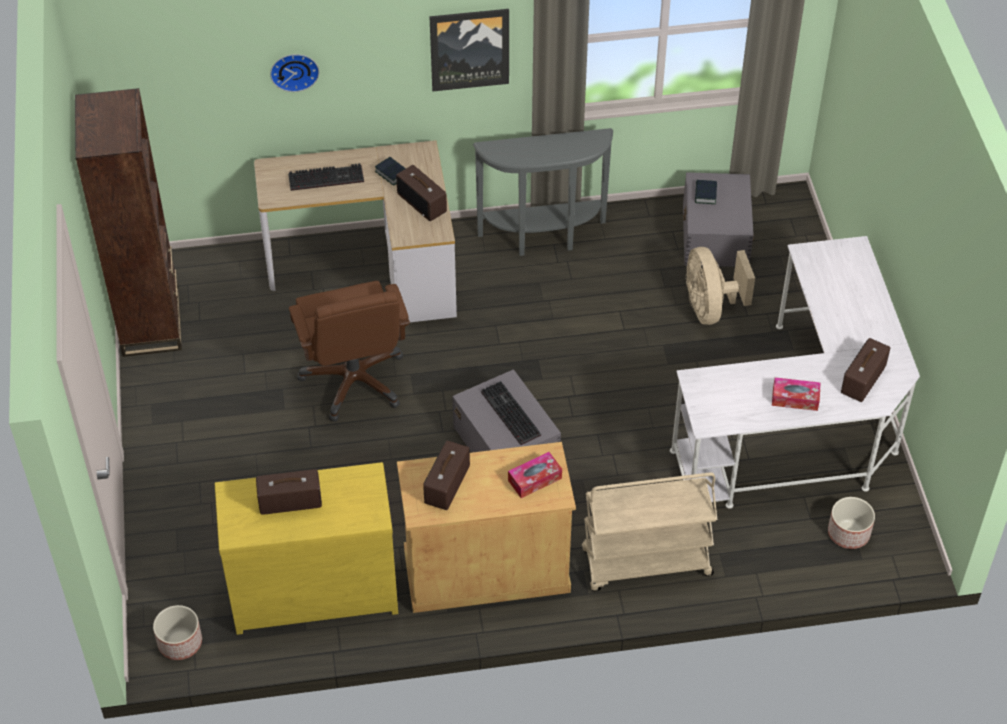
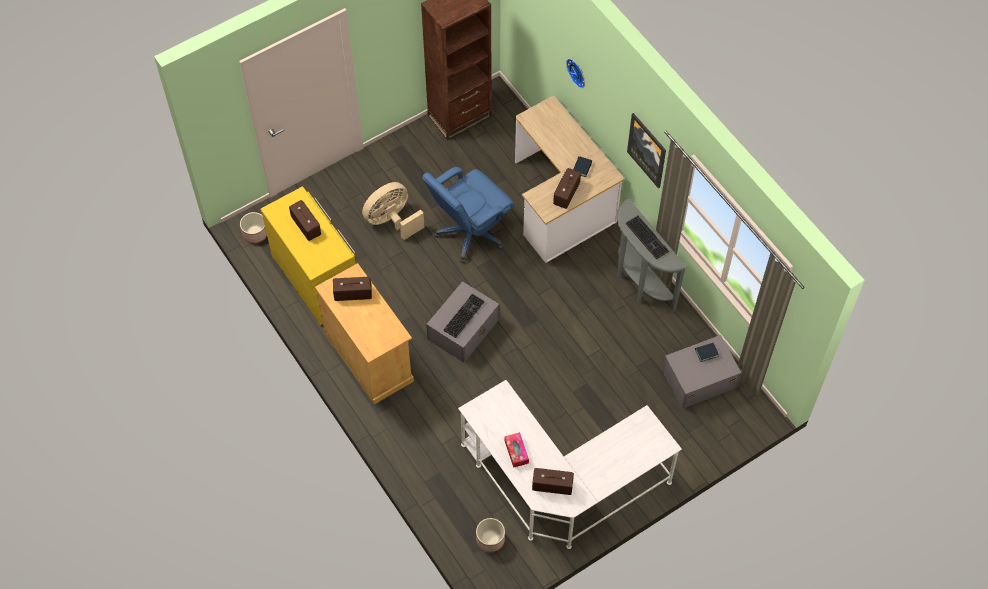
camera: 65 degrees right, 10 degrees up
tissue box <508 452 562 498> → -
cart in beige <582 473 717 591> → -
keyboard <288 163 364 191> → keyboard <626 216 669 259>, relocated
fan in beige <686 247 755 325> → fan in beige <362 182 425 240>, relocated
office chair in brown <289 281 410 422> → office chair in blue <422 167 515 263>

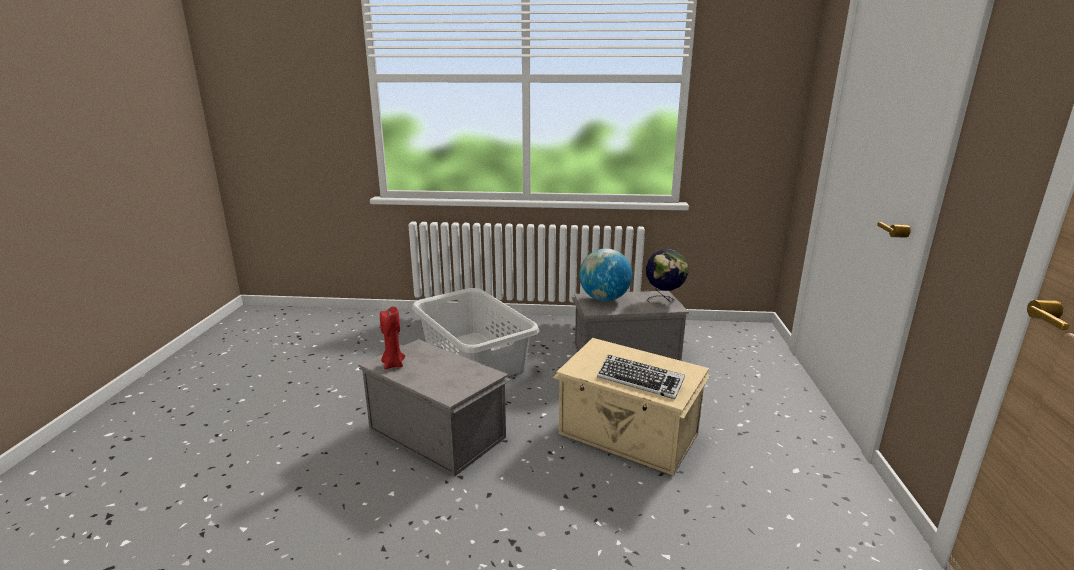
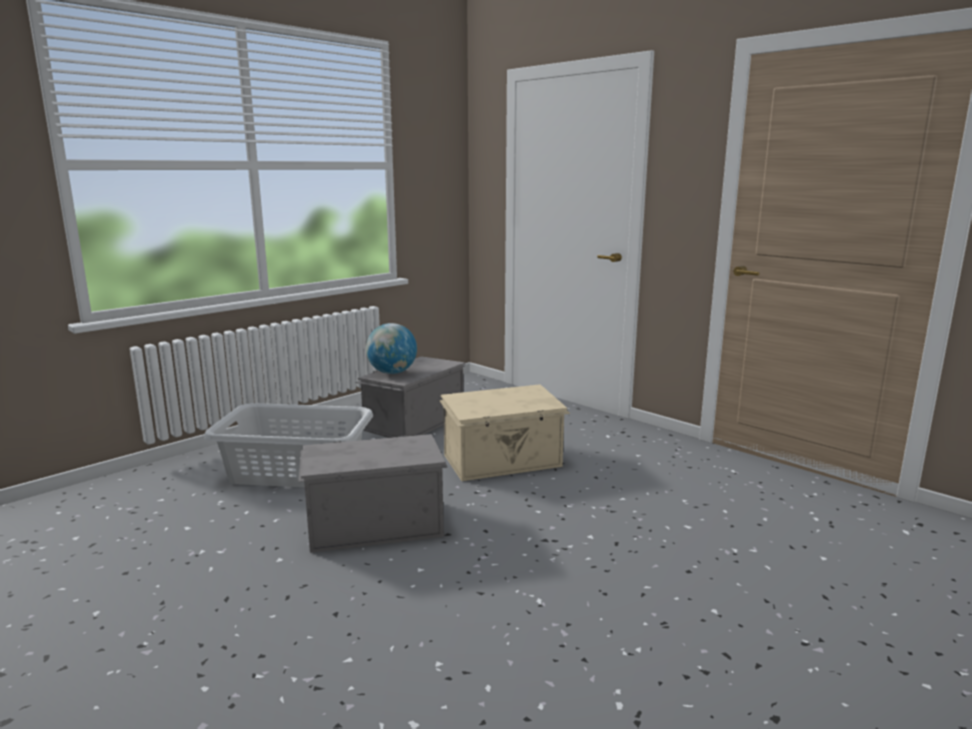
camera: 50 degrees left, 5 degrees down
candle in red <380 306 405 369> → -
keyboard <597 355 685 399> → -
globe <646 249 688 303> → -

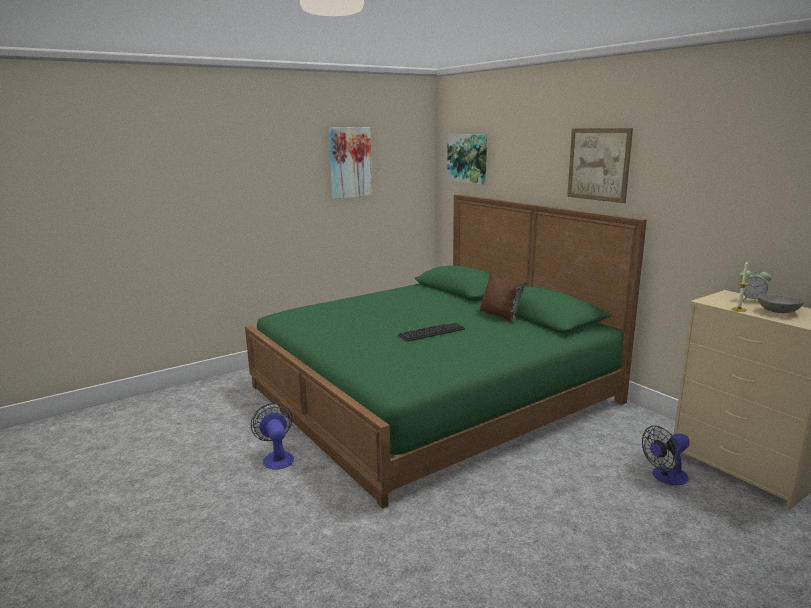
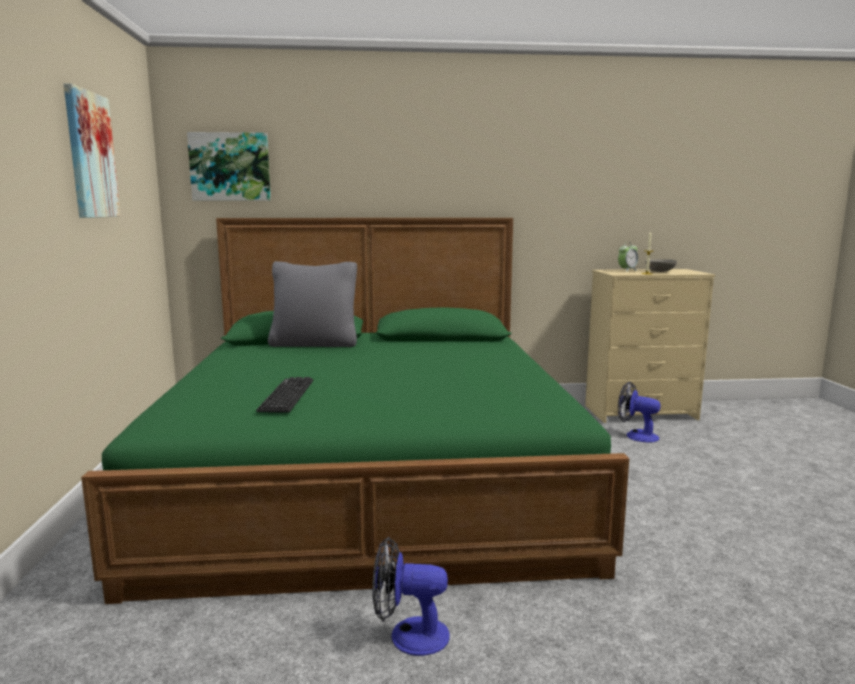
camera: 60 degrees left, 5 degrees down
pillow in brown <480 273 527 322> → -
picture <567 128 633 203> → -
- → pillow in grey <268 261 357 347>
keyboard <398 323 465 342> → keyboard <256 377 313 412>, relocated
fan <642 426 690 485> → fan <618 382 661 443>, 120 degrees clockwise

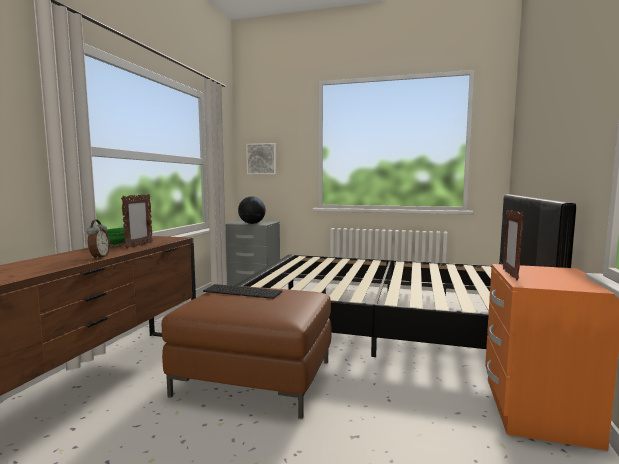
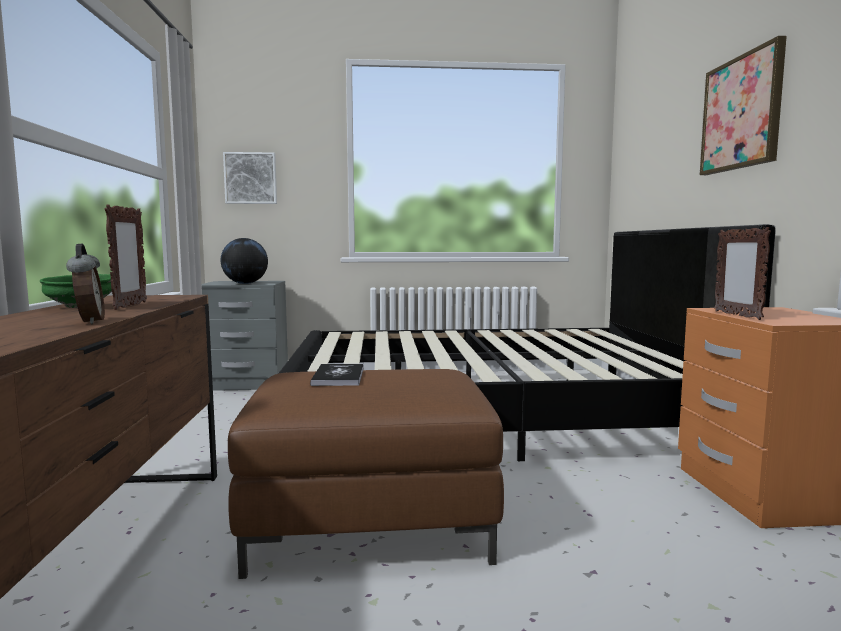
camera: 20 degrees left, 0 degrees up
- → picture <700 36 787 175>
keyboard <203 284 283 299> → book <310 364 364 386>

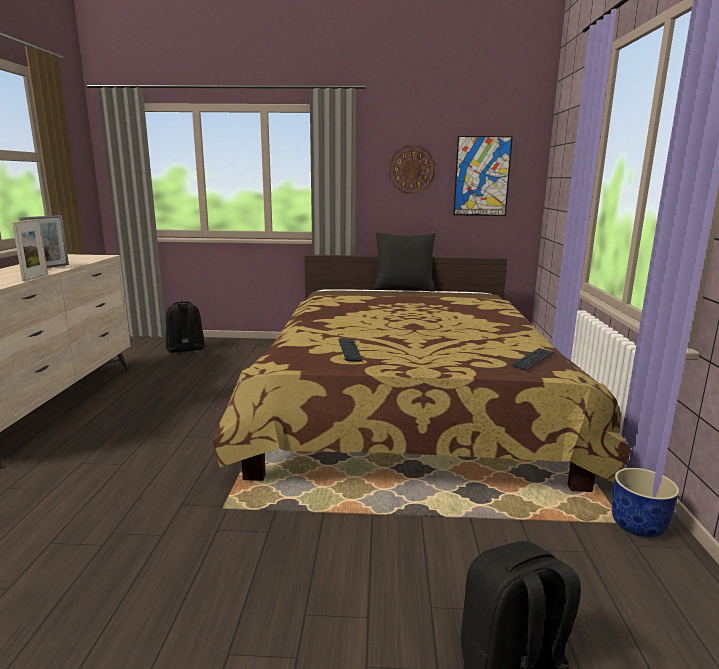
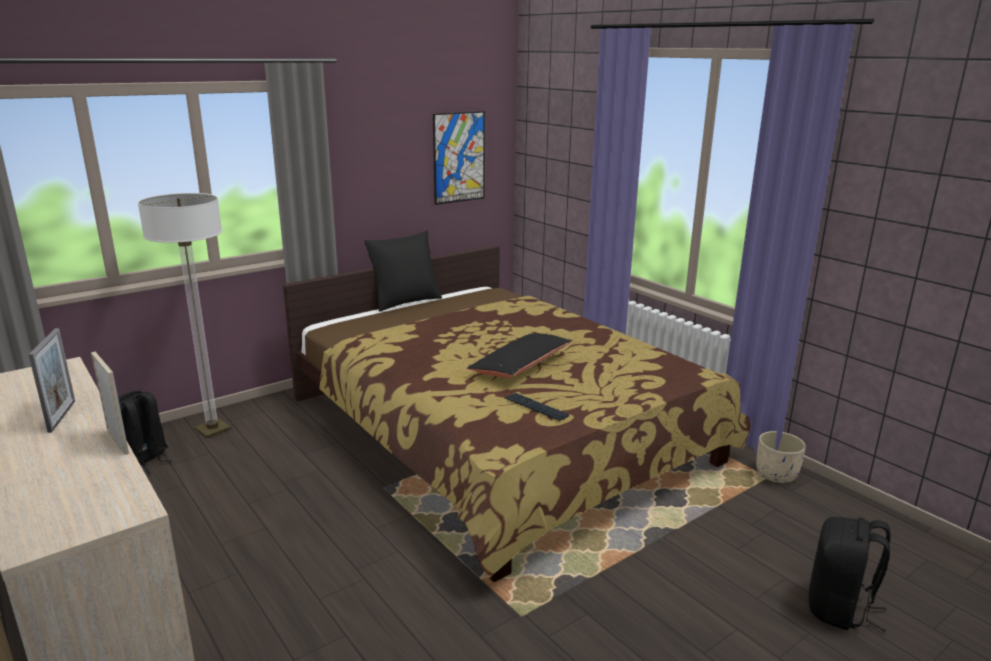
camera: 40 degrees left, 5 degrees up
wall clock <389 145 436 194> → -
keyboard <512 348 555 371> → -
- → floor lamp <138 193 231 438>
- → pillow in black <467 333 572 378>
planter in blue <612 468 679 538> → planter in beige <756 431 806 483>

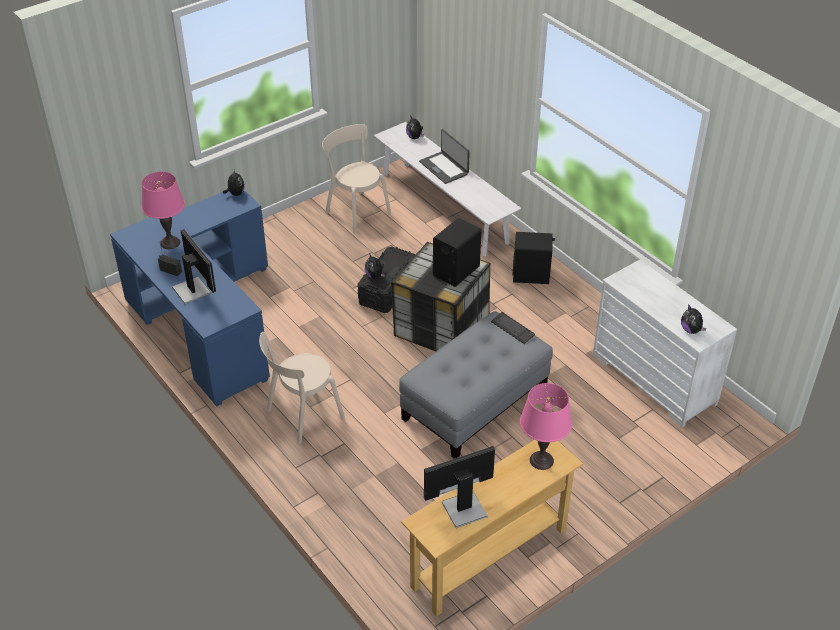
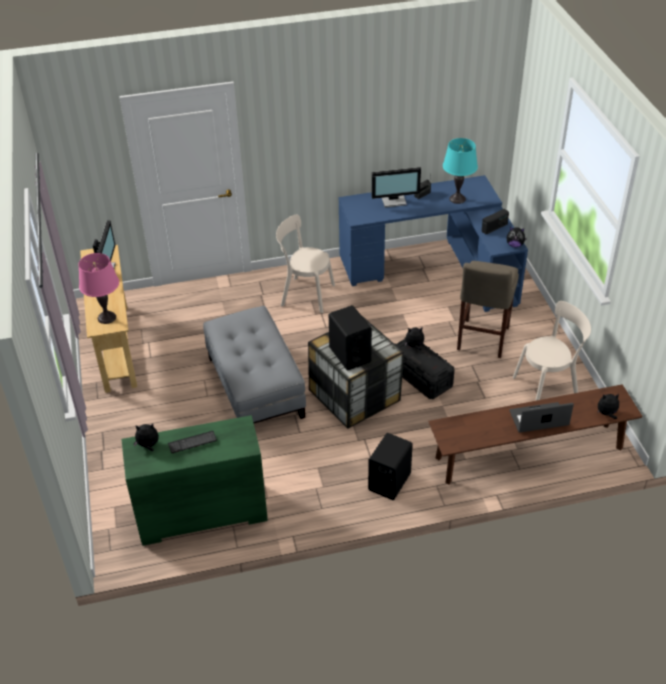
camera: 115 degrees right, 0 degrees up
- → stool in beige <457 261 519 358>
- → radio <482 209 509 234>
keyboard <491 312 535 344> → keyboard <168 431 217 454>, relocated
table lamp in pink <141 171 185 249> → table lamp in turquoise <443 138 478 204>
bench in white <374 122 521 256> → bench in brown <428 384 643 485>
dresser in white <593 259 737 428> → dresser in green <121 415 268 546>
chair in beige <259 332 345 444> → chair in beige <276 215 335 313>, 60 degrees counterclockwise

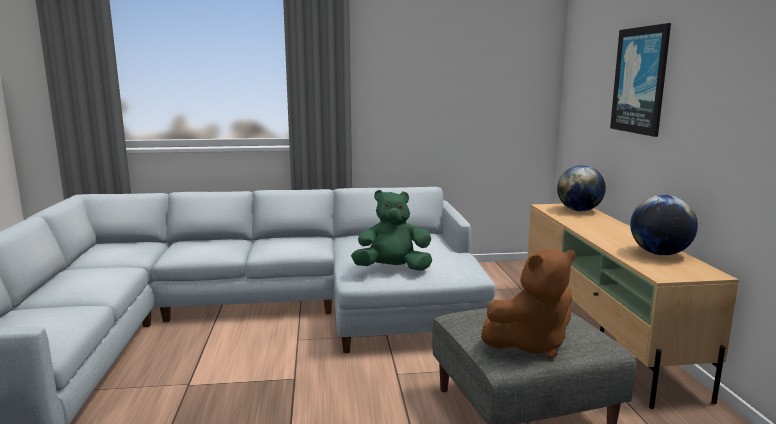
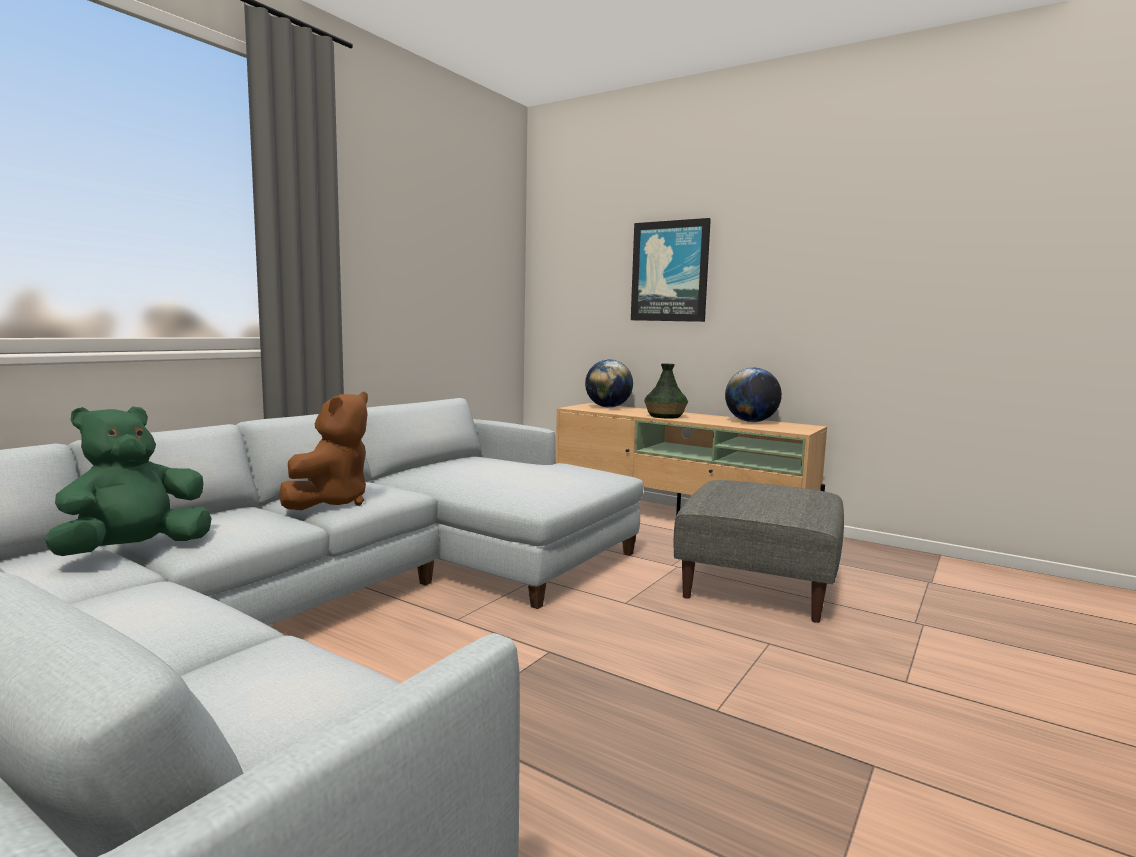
camera: 50 degrees left, 5 degrees down
- → vase <644 364 688 419>
plush toy in green <351 190 432 271> → plush toy in green <44 406 212 556>, relocated
plush toy in brown <481 249 575 359> → plush toy in brown <279 392 368 510>, relocated

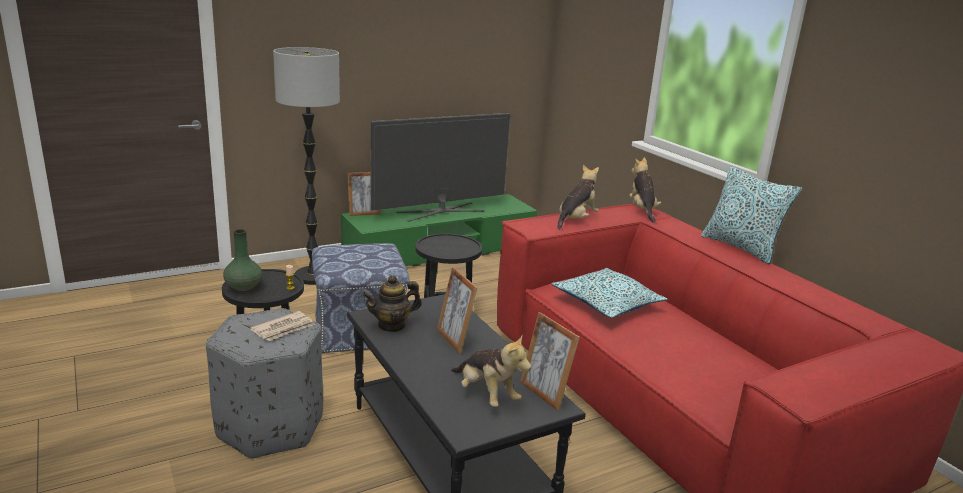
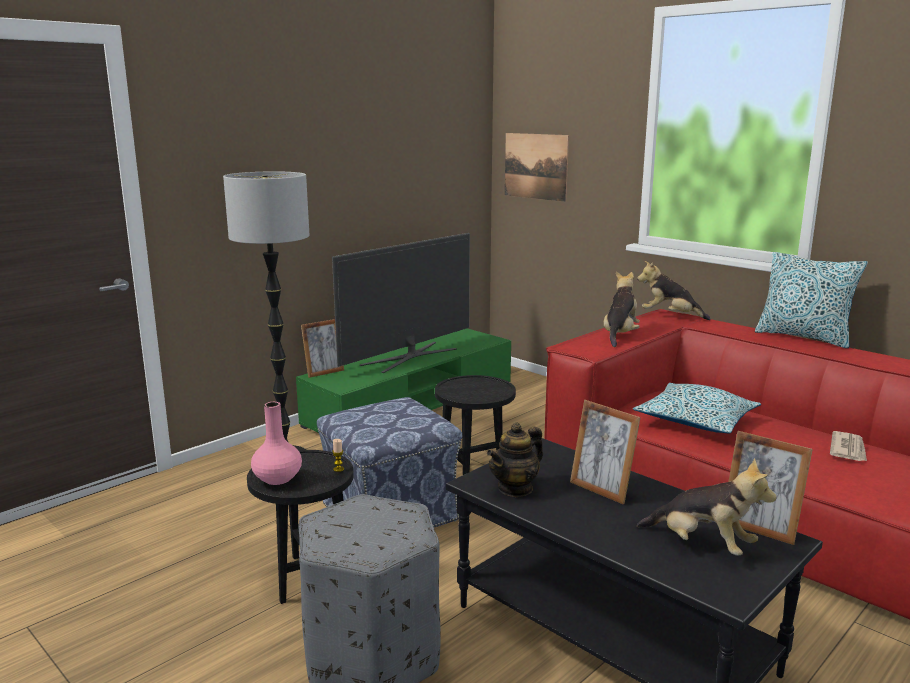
camera: 15 degrees left, 5 degrees down
- → picture <505 133 569 202>
newspaper <250 311 315 341> → newspaper <830 431 867 461>, relocated
vase in green <223 229 262 291> → vase in pink <251 402 302 485>
plush toy <629 158 661 223> → plush toy <637 261 711 320>, 45 degrees counterclockwise

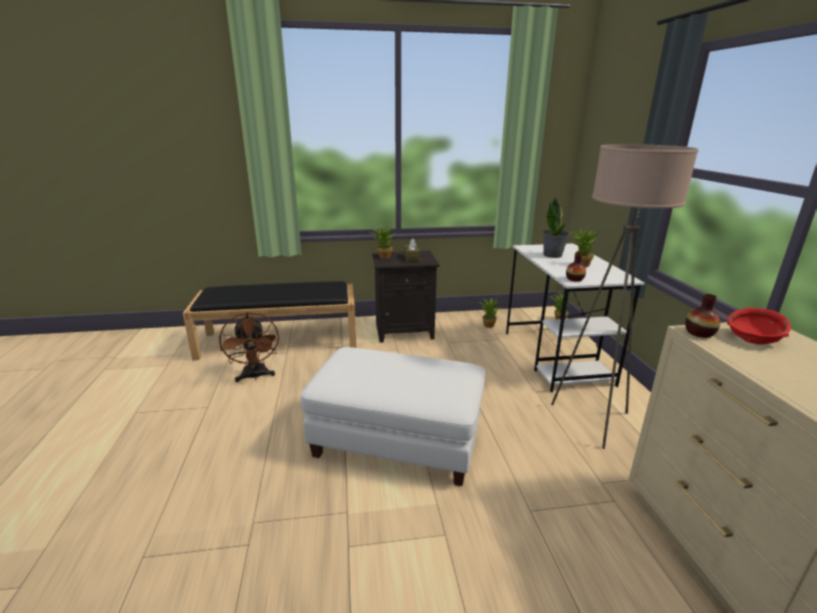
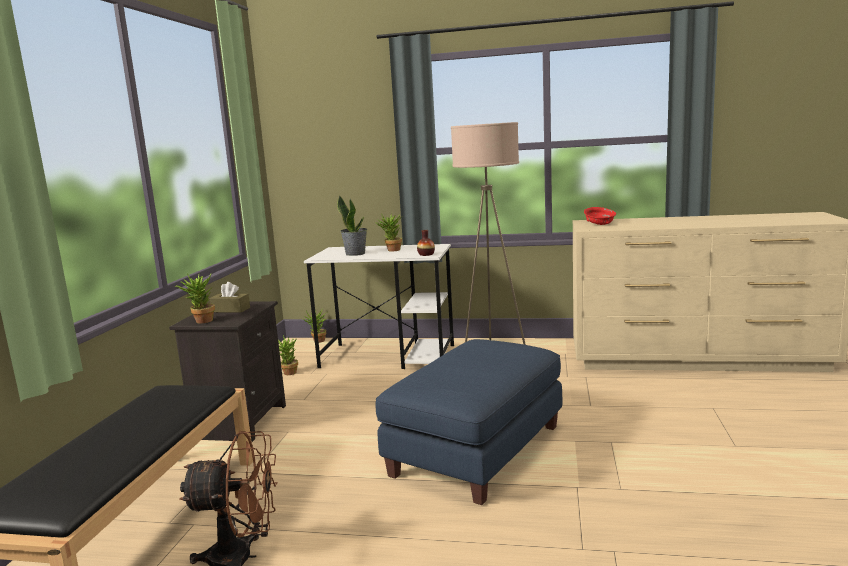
camera: 70 degrees left, 10 degrees down
vase <685 294 721 338> → -
ottoman in white <301 347 485 486> → ottoman in blue <375 339 562 505>

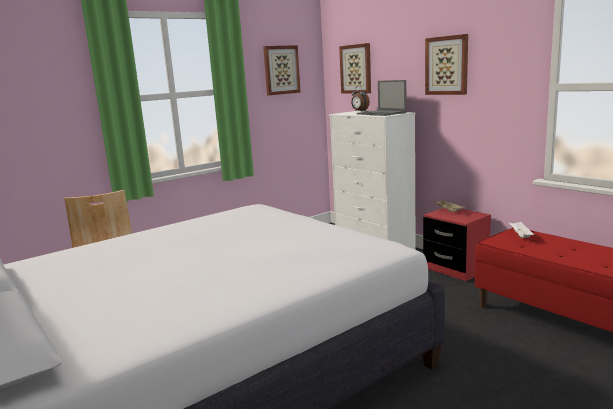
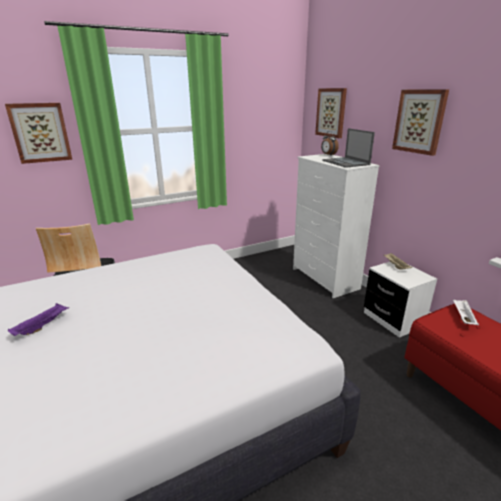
camera: 10 degrees right, 10 degrees up
- → tray in purple <8 303 69 336>
picture <263 45 301 95> → picture <5 103 73 164>, relocated
nightstand in red <423 208 491 281> → nightstand in white <364 262 437 338>

